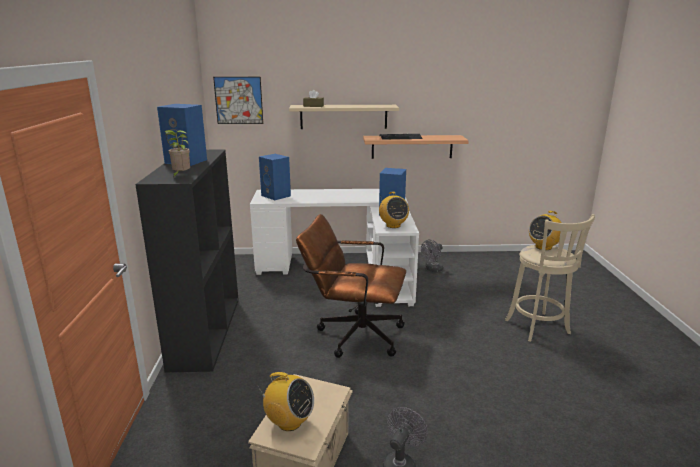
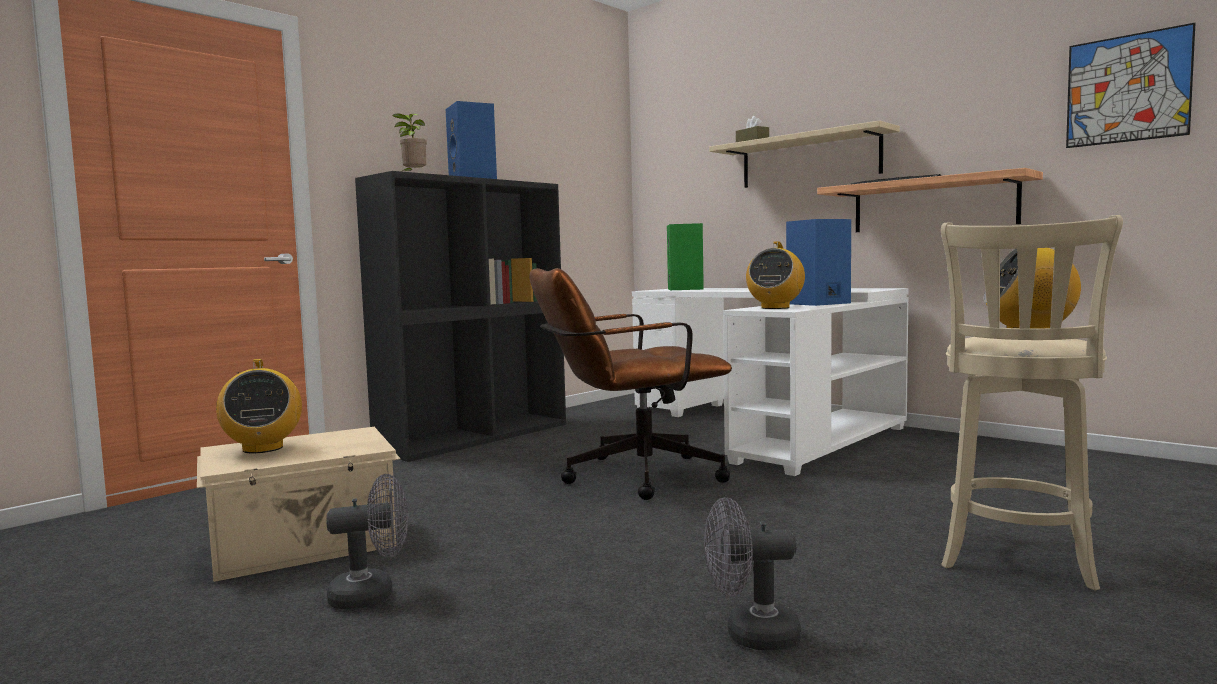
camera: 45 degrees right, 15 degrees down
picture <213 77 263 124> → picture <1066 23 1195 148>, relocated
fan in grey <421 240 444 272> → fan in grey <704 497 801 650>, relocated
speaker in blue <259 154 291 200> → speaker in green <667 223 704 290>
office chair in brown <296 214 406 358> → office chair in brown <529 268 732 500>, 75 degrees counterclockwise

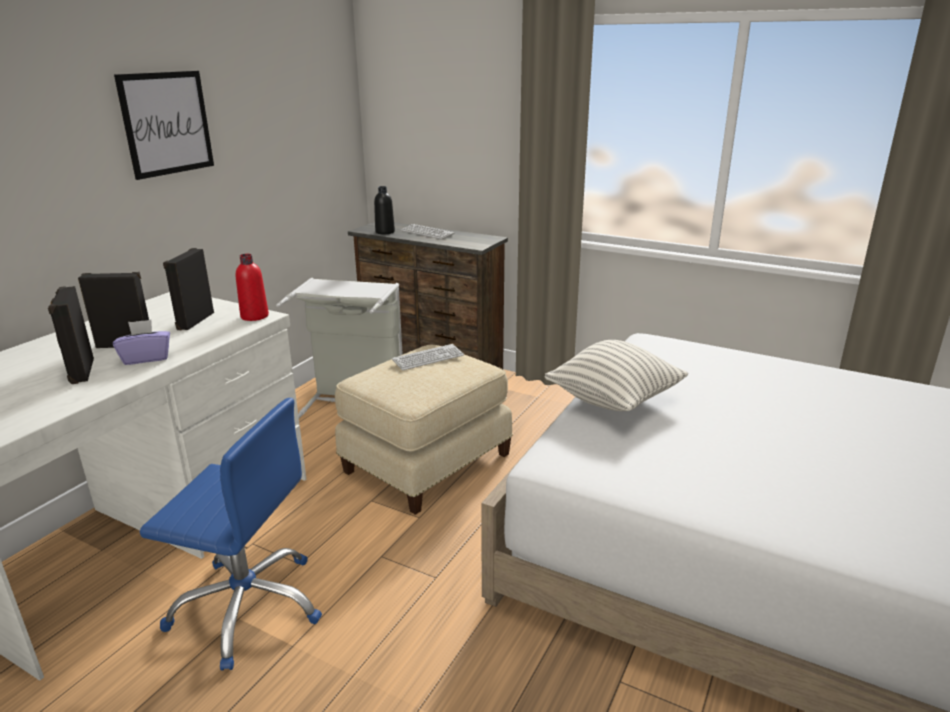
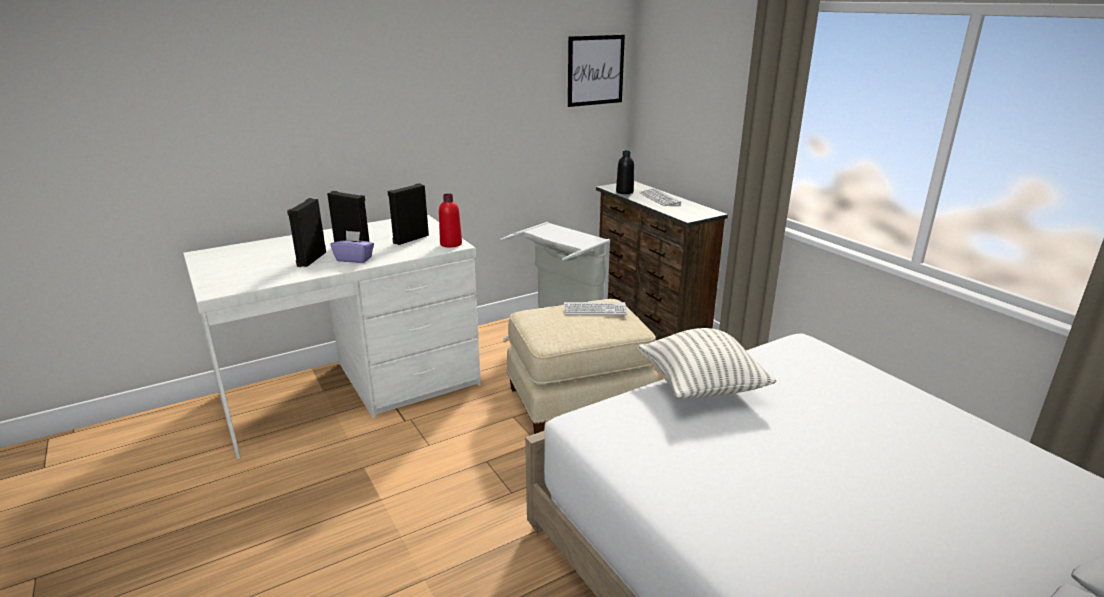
camera: 30 degrees right, 0 degrees up
office chair in blue <140 398 322 670> → -
picture <114 71 214 180> → picture <568 35 625 107>, relocated

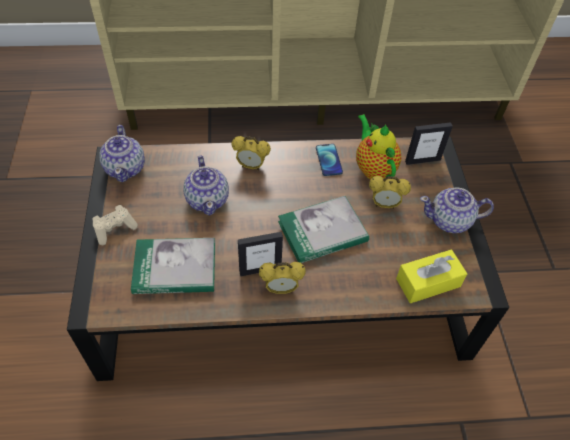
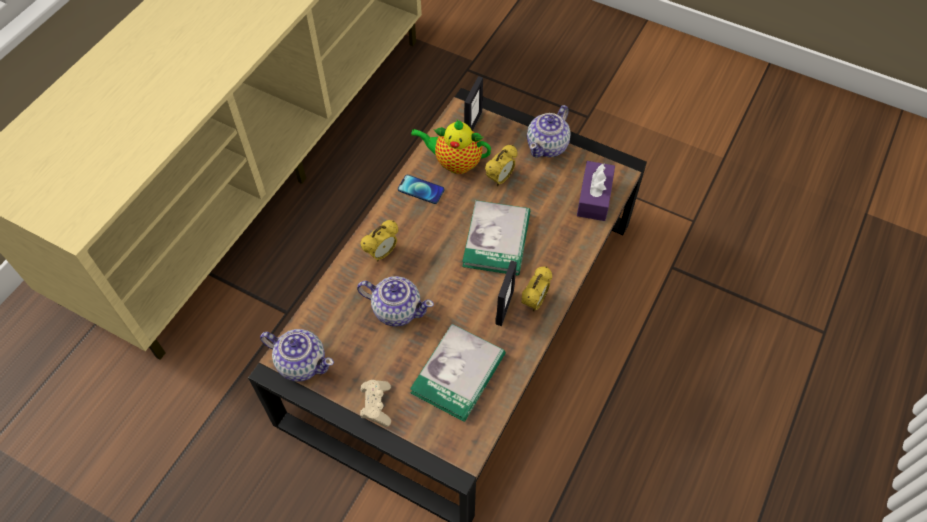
camera: 55 degrees left, 5 degrees up
tissue box in yellow <396 250 467 303> → tissue box in purple <577 161 615 221>

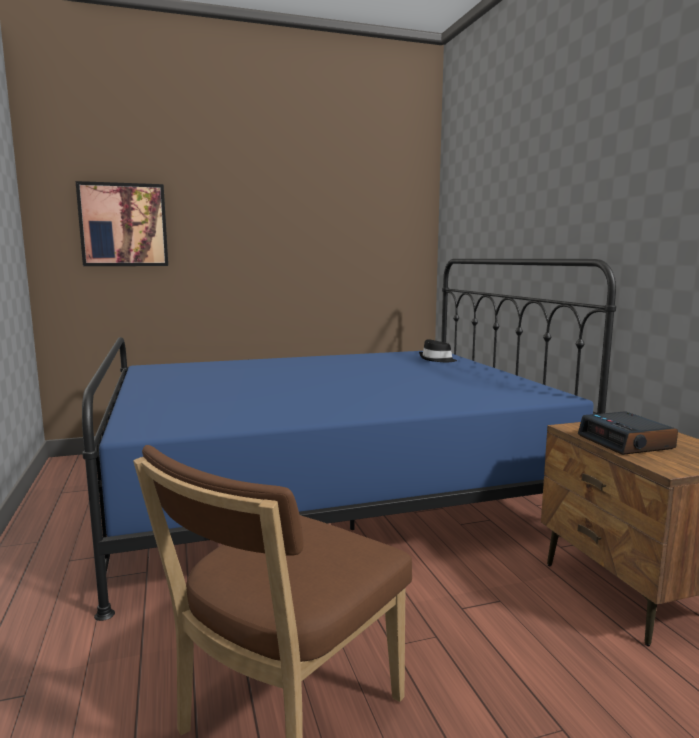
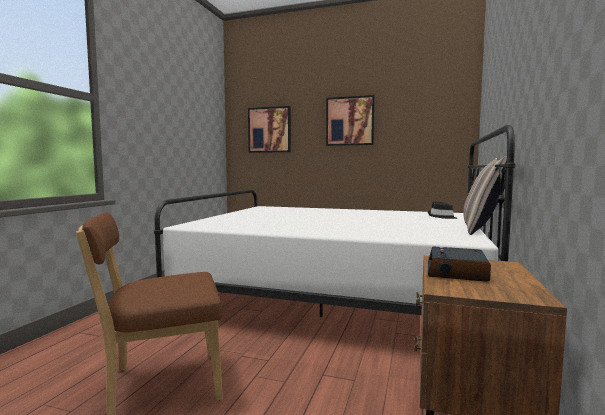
camera: 35 degrees right, 5 degrees down
- → picture <326 95 375 146>
- → pillow <463 156 507 235>
bed in blue <82 259 616 621> → bed in white <154 125 516 317>

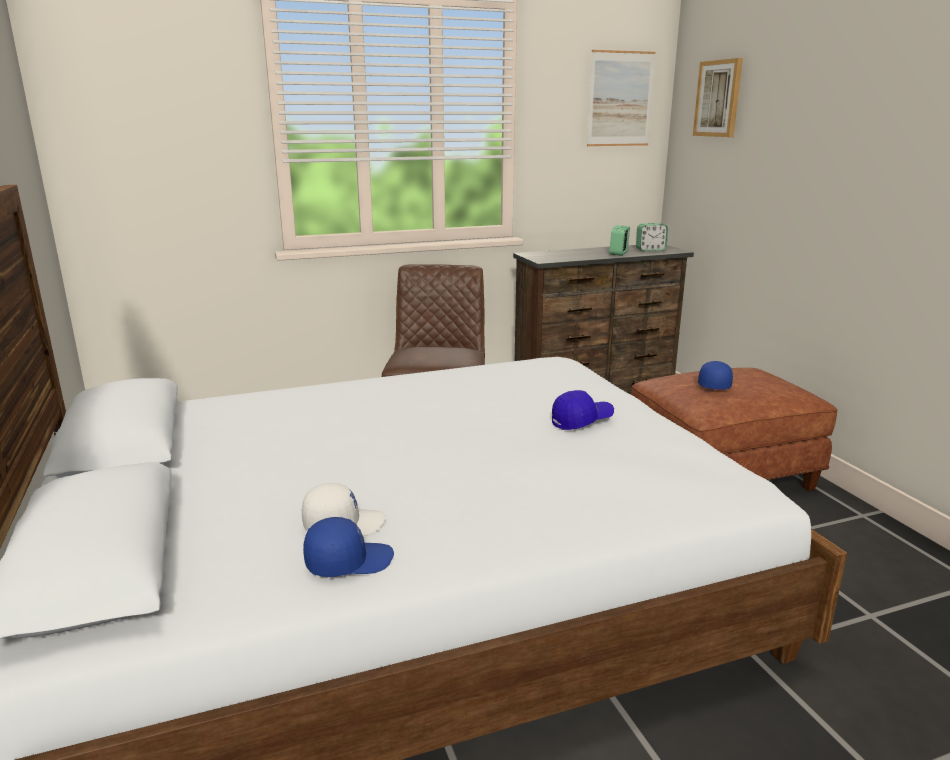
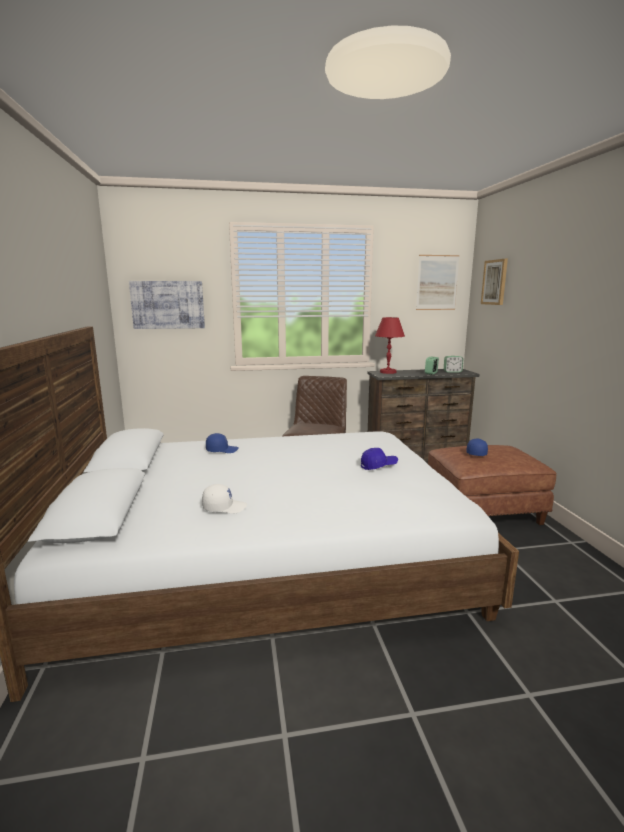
camera: 10 degrees right, 5 degrees down
- → picture <129 281 205 329>
- → table lamp in red <375 317 405 374>
cap in blue <303 517 394 577> → cap in blue <206 433 239 453>, relocated

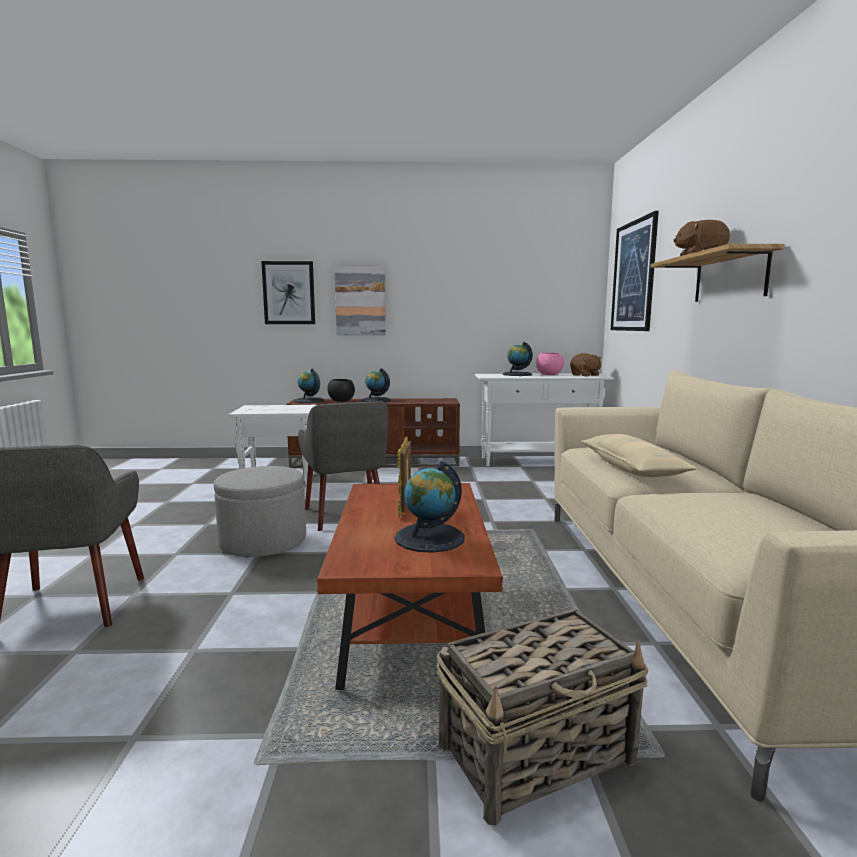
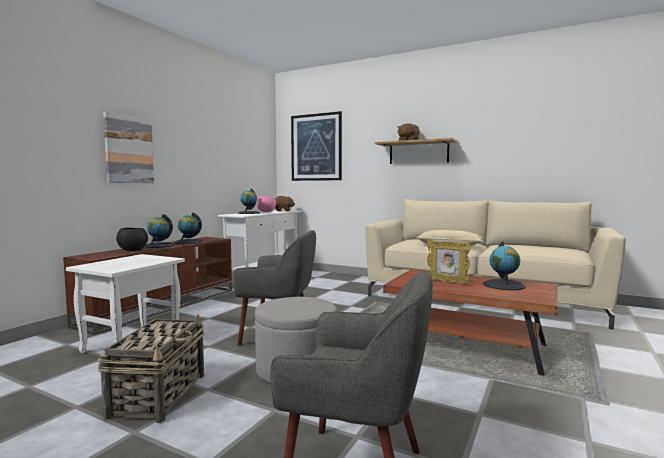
camera: 60 degrees left, 5 degrees down
picture <261 261 315 324> → -
globe <294 369 324 403> → globe <174 212 203 244>, relocated
basket <436 609 648 826> → basket <97 314 204 423>, relocated

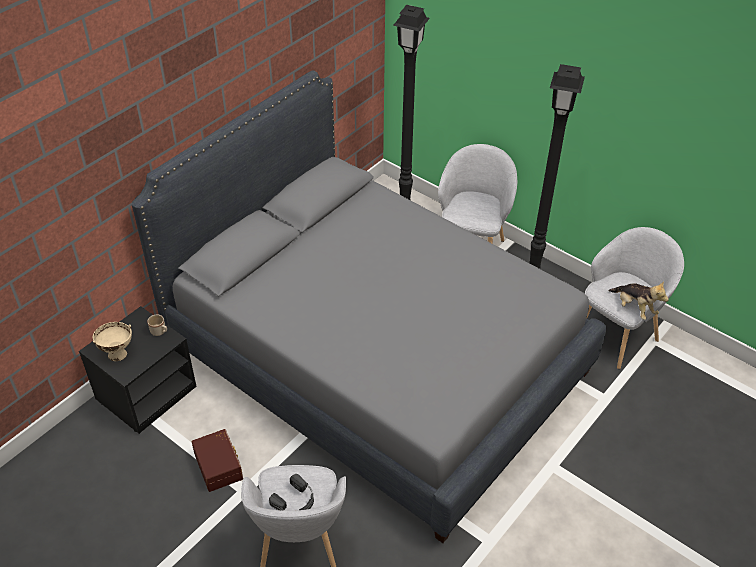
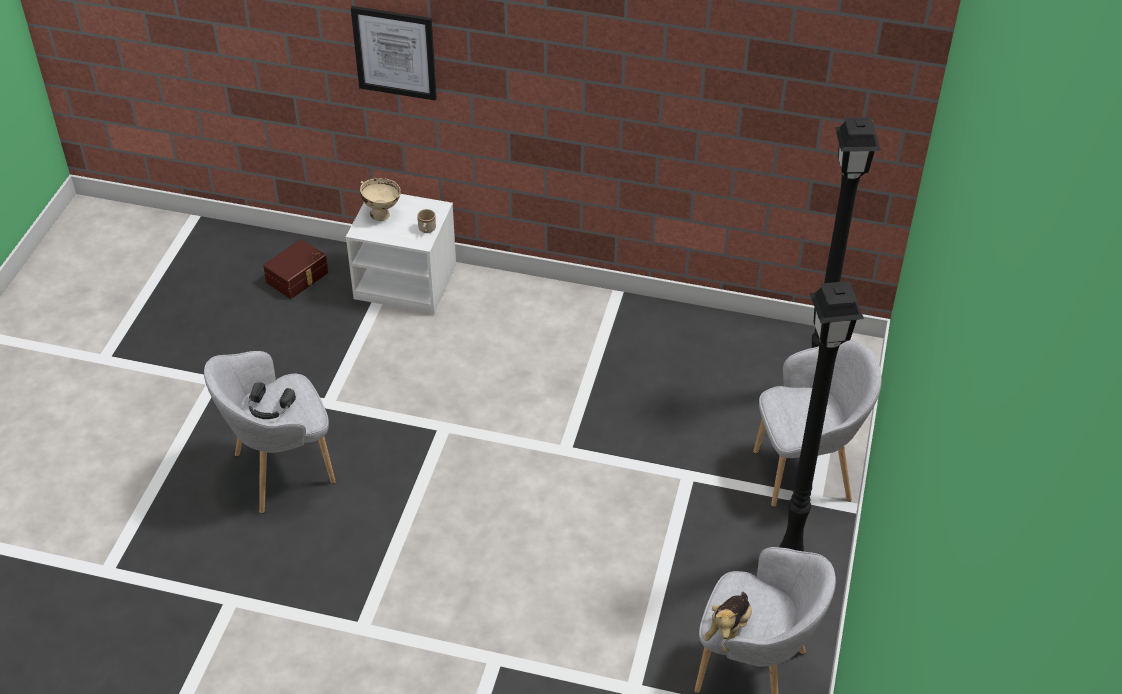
camera: 65 degrees right, 0 degrees up
bed in grey <132 70 606 543> → -
- → picture <351 6 437 101>
storage box in brown <192 429 243 492> → storage box in brown <263 239 328 299>, relocated
nightstand in black <79 306 197 434> → nightstand in white <346 194 456 314>

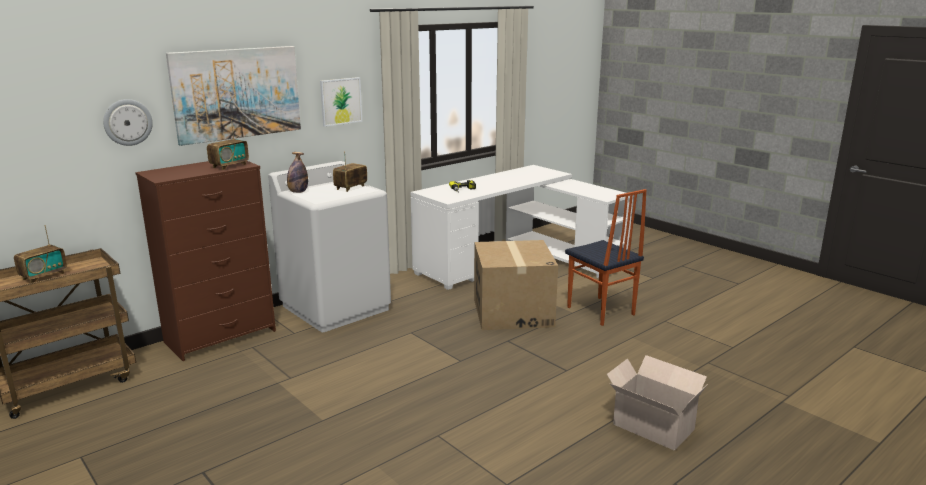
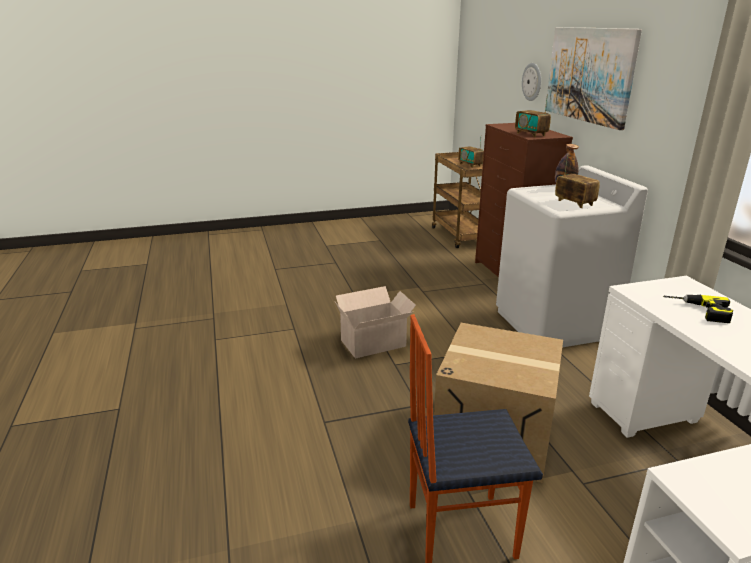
camera: 115 degrees right, 5 degrees up
picture <320 77 362 127> → -
cardboard box <607 355 707 450> → cardboard box <335 286 416 359>, relocated

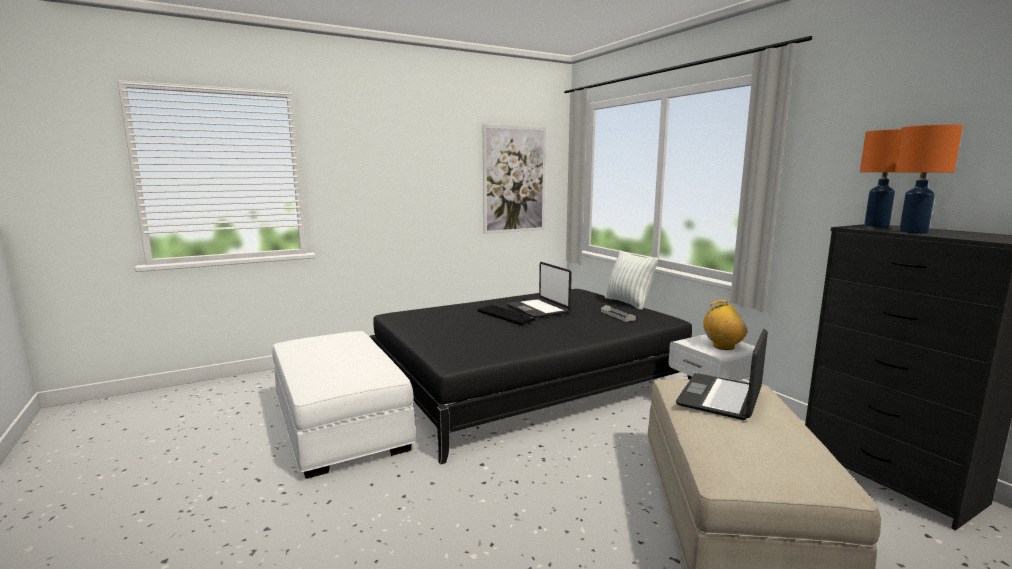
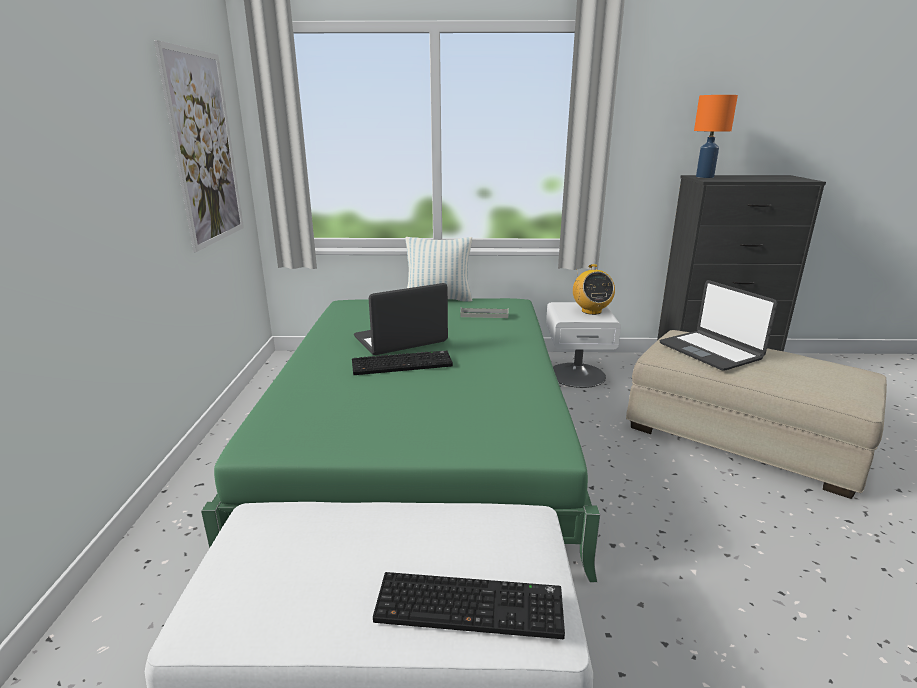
camera: 60 degrees left, 10 degrees up
table lamp in orange <895 124 963 234> → -
- → keyboard <373 572 565 639>
bed in black <369 289 692 465> → bed in green <201 298 600 582>
laptop <507 262 572 318> → laptop <354 283 448 355>, 150 degrees clockwise
radio <703 300 748 350> → radio <573 264 615 315>, 135 degrees clockwise

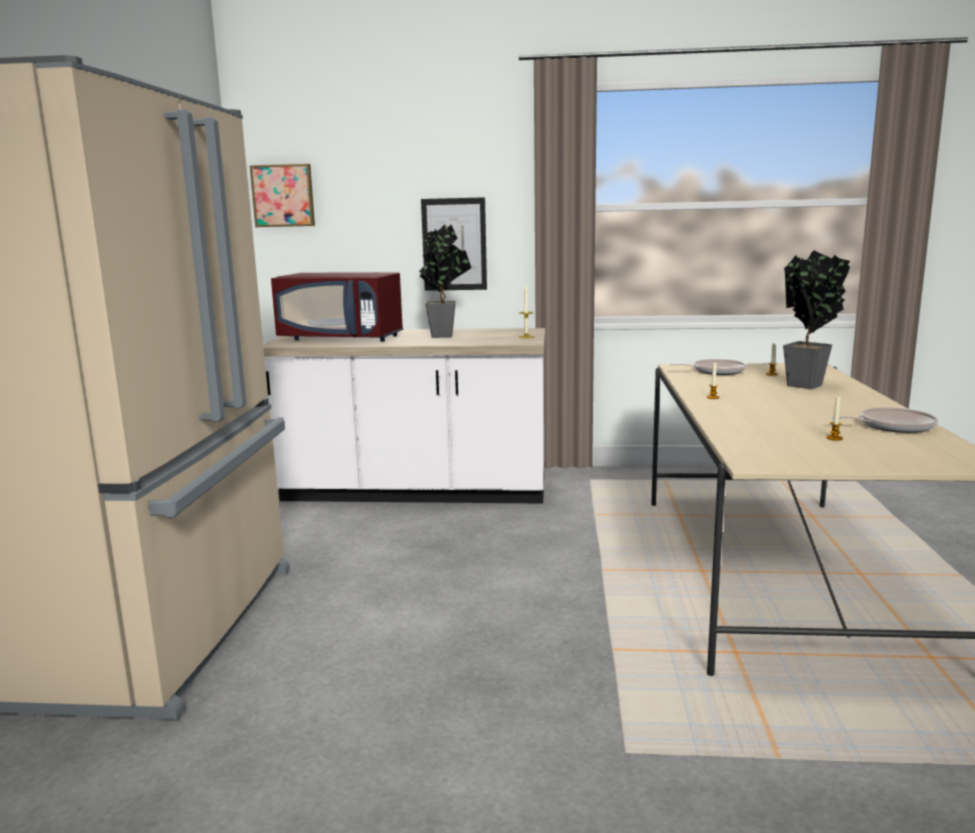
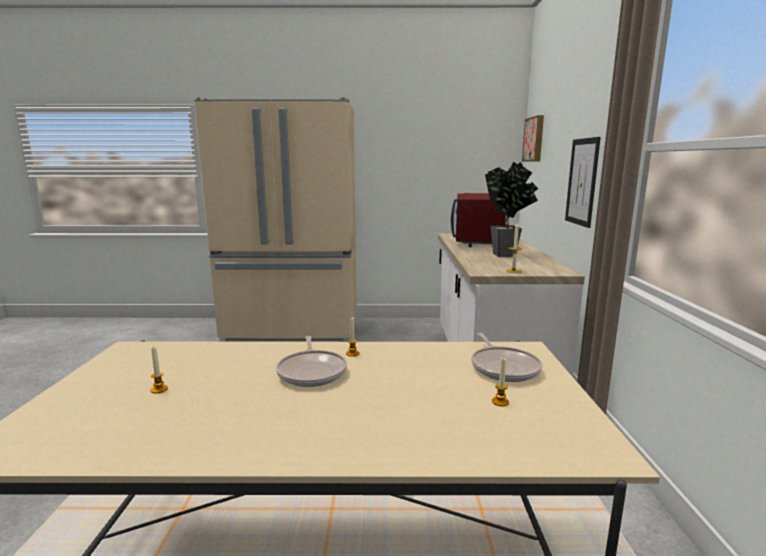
camera: 85 degrees right, 0 degrees up
potted plant <783 250 850 389> → -
frying pan <832 408 938 433> → frying pan <276 336 347 387>, relocated

